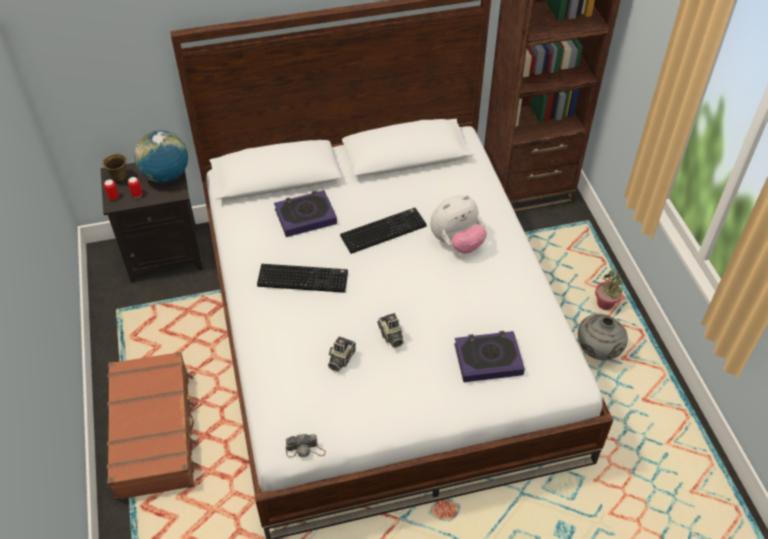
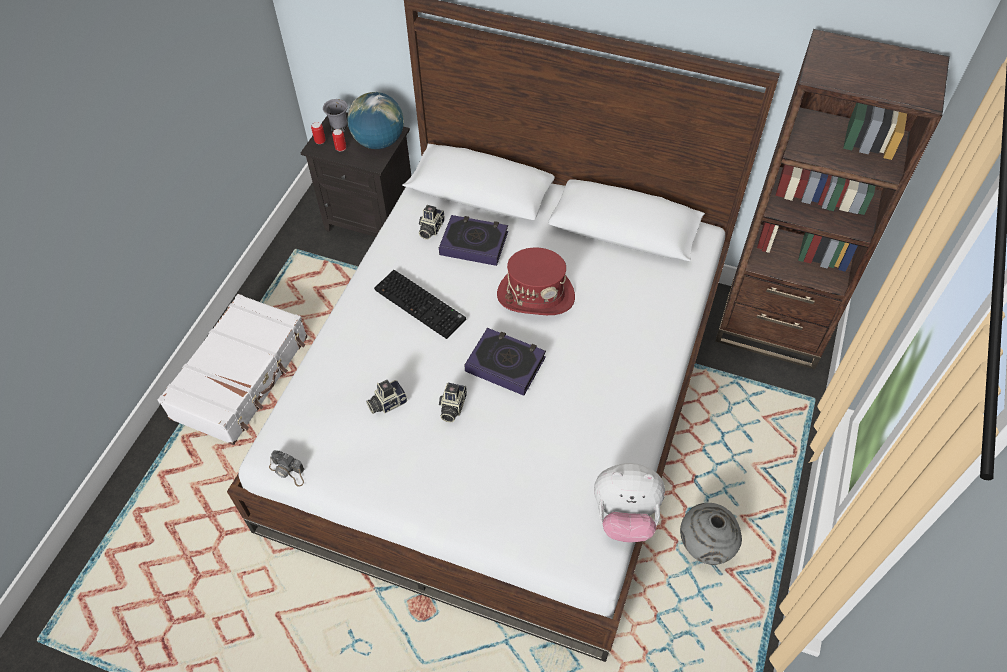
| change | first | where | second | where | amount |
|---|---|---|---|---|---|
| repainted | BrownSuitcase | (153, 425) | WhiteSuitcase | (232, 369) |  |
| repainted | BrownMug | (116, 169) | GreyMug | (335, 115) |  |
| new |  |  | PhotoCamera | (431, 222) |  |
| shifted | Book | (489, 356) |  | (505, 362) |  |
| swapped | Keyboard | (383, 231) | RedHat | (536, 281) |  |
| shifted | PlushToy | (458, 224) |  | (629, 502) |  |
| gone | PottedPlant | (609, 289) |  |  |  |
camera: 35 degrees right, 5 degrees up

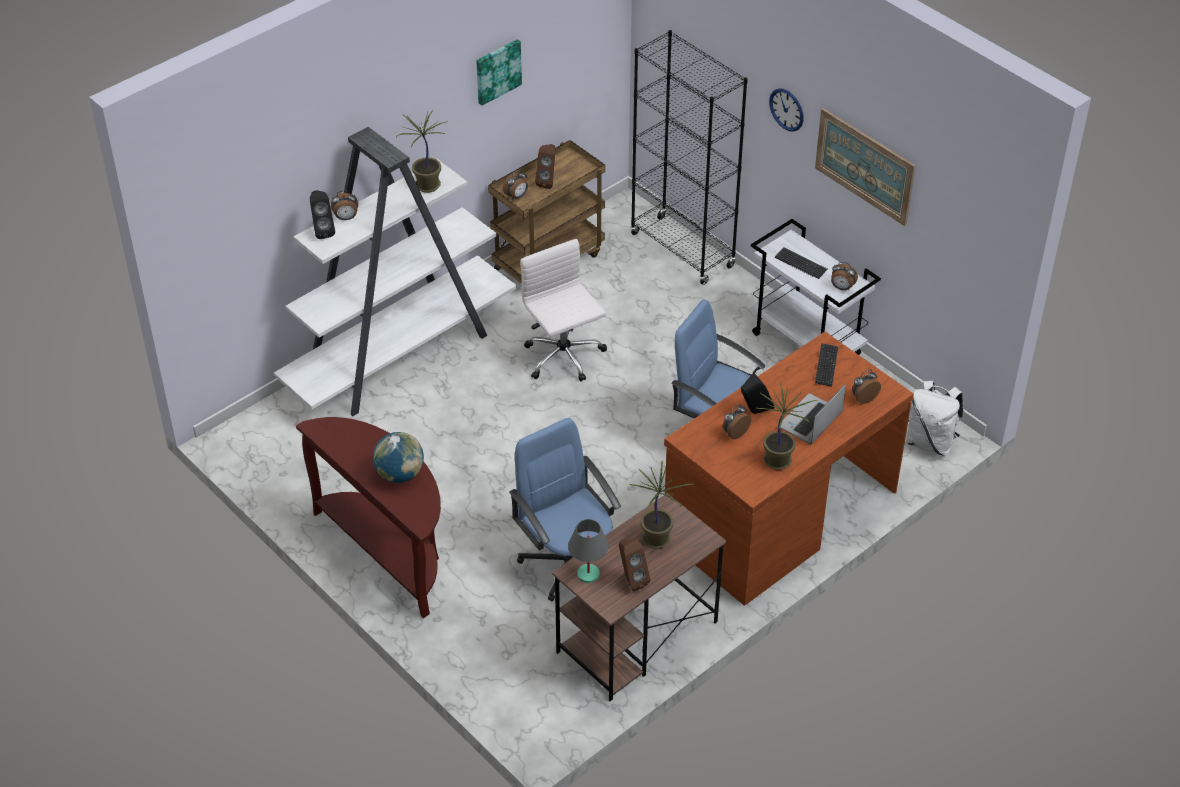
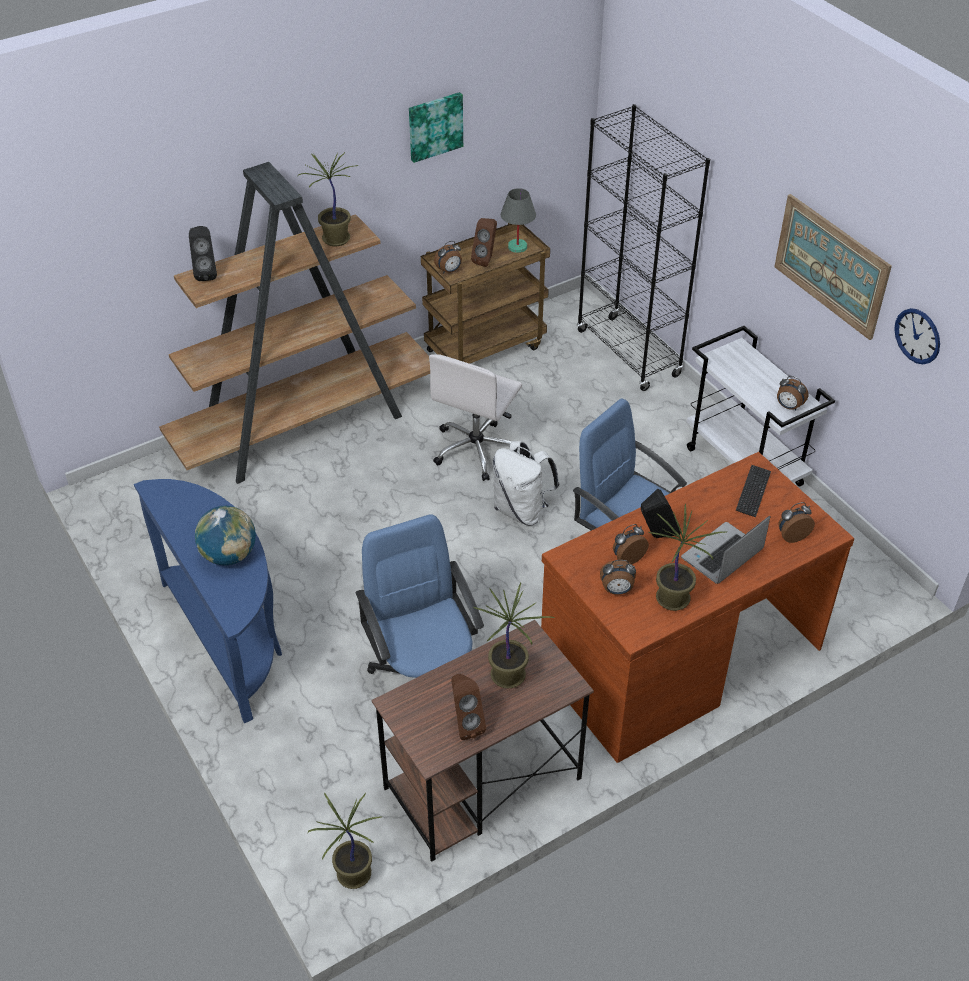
| change | first | where | second | where | amount |
|---|---|---|---|---|---|
| repainted | BrownConsoleTable | (368, 517) | BlueConsoleTable | (208, 601) |  |
| repainted | WhiteBookcase | (395, 271) | BrownBookcase | (294, 323) |  |
| new |  |  | PottedPlant | (345, 840) |  |
| rotated | WhiteOfficeChair | (563, 310) |  | (475, 417) | 135 degrees counterclockwise |
| shifted | WhiteBackpack | (935, 418) |  | (526, 483) |  |
| shifted | GreyTableLamp | (588, 551) |  | (518, 220) |  |
| shifted | AlarmClock | (344, 205) |  | (618, 577) |  |
| shifted | WallClock | (786, 110) |  | (917, 336) |  |
| gone | Keyboard | (801, 263) |  |  |  |
camera: 10 degrees right, 0 degrees up

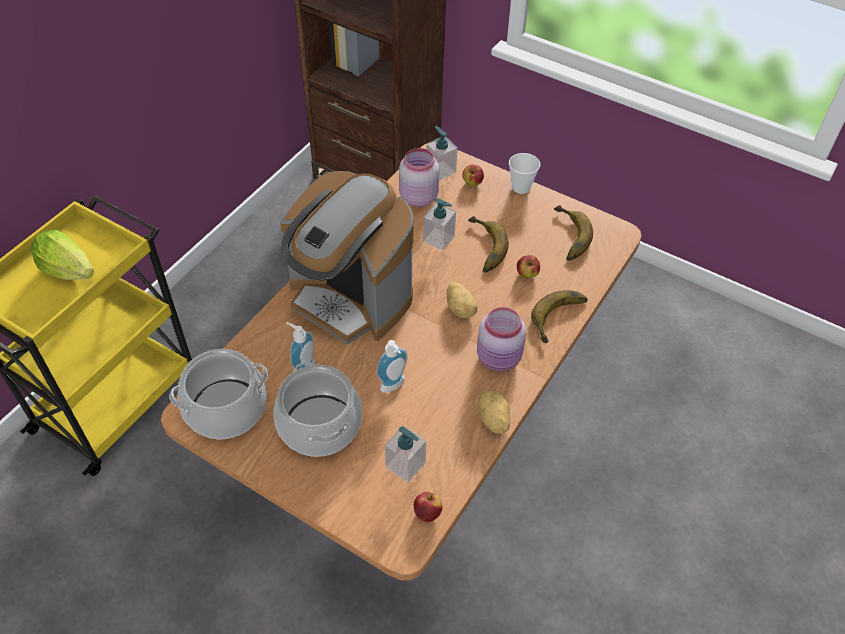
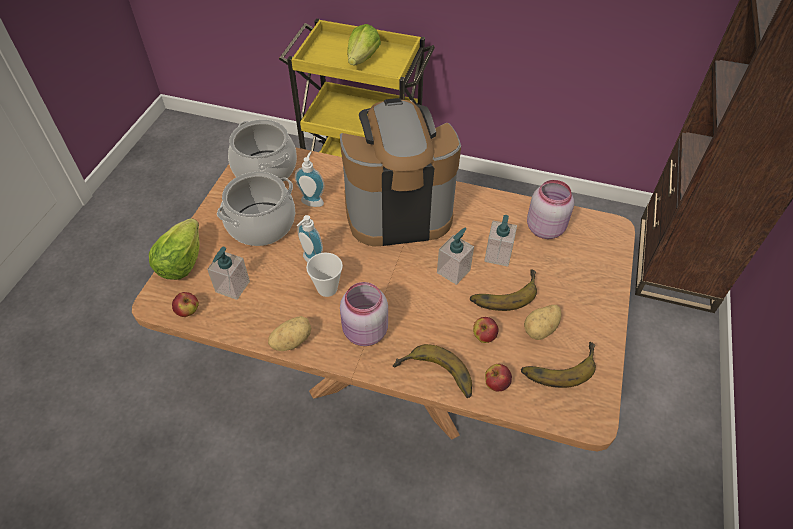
| change | first | where | second | where | amount |
|---|---|---|---|---|---|
| new |  |  | Lettuce | (174, 249) |  |
| shifted | Cup | (524, 173) |  | (324, 275) |  |
| rotated | CoffeeMachine | (347, 257) |  | (400, 172) | 60 degrees clockwise |
| shifted | SoapDispenser | (442, 153) |  | (455, 256) |  |
| shifted | Apple | (473, 175) |  | (498, 377) |  |
| shifted | Potato | (462, 300) |  | (542, 322) |  |
camera: 75 degrees right, 0 degrees up

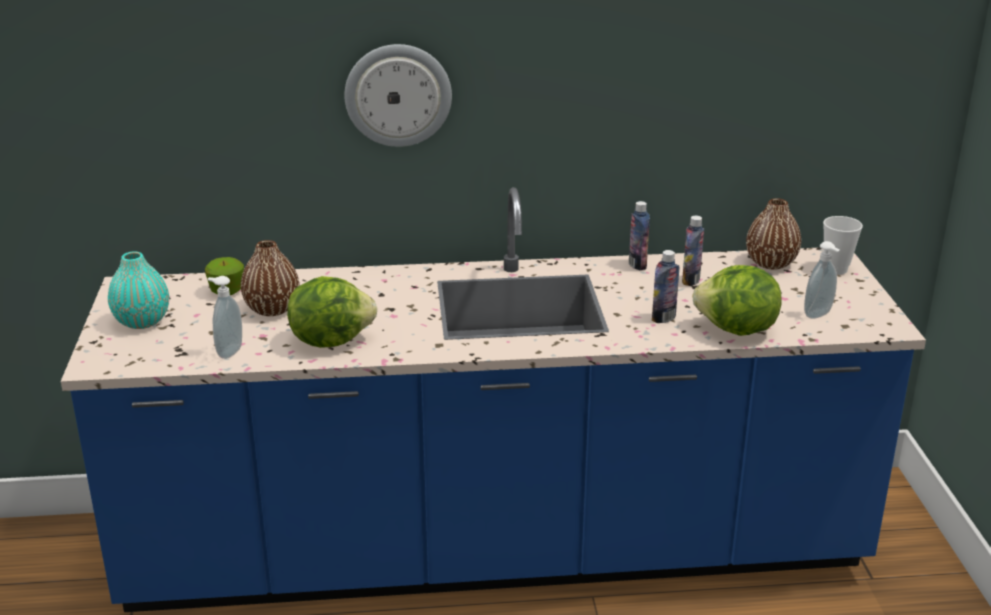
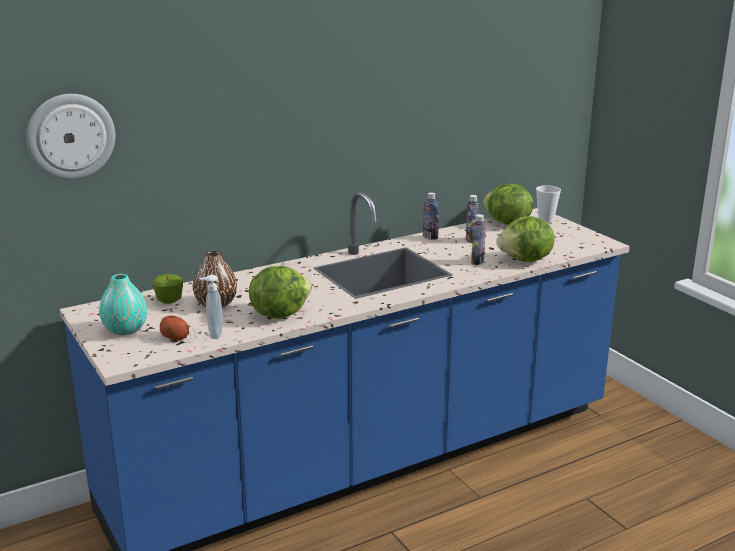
| change | first | where | second | where | amount |
|---|---|---|---|---|---|
| shifted | WallClock | (398, 95) |  | (70, 136) |  |
| new |  |  | Potato | (174, 328) |  |
| swapped | BrownVase | (773, 234) | Lettuce | (508, 204) |  |
| gone | SoapDispenser | (822, 280) |  |  |  |
camera: 25 degrees left, 5 degrees down

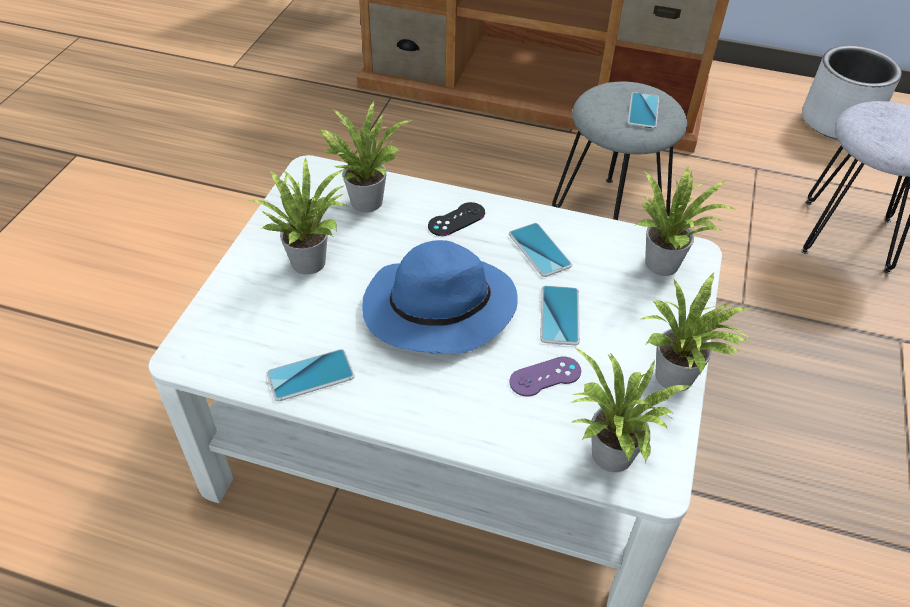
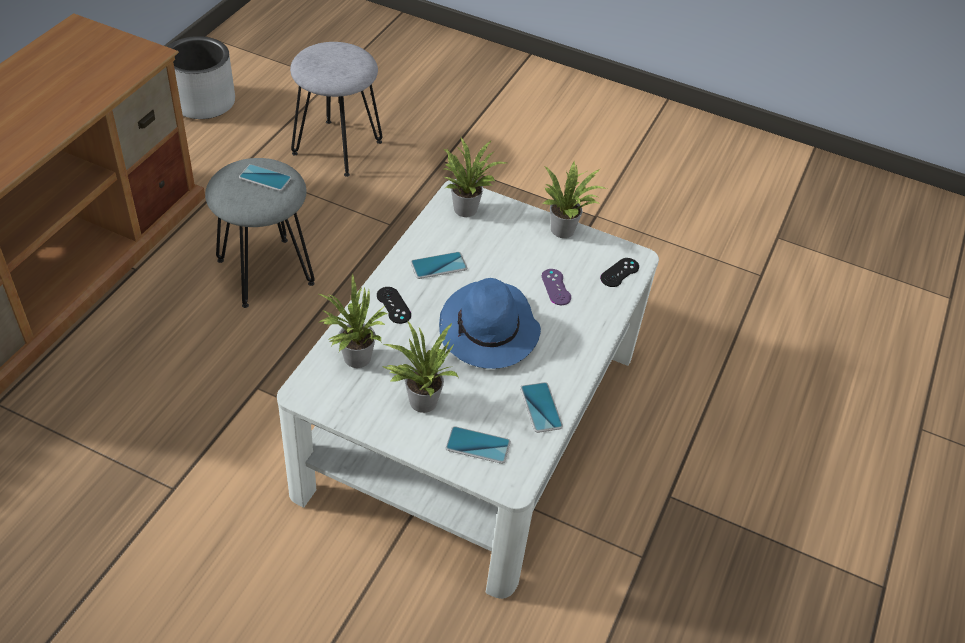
| change | first | where | second | where | amount |
|---|---|---|---|---|---|
| shifted | Phone | (560, 315) |  | (478, 445) |  |
| swapped | PottedPlant | (631, 409) | BlackGameController | (619, 272) |  |
camera: 85 degrees left, 0 degrees up

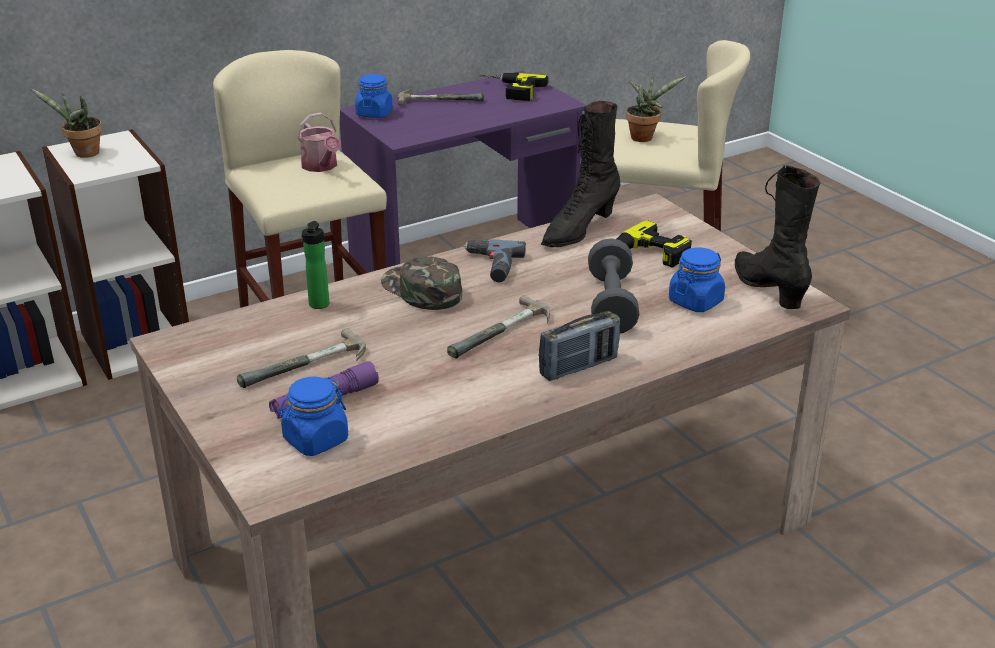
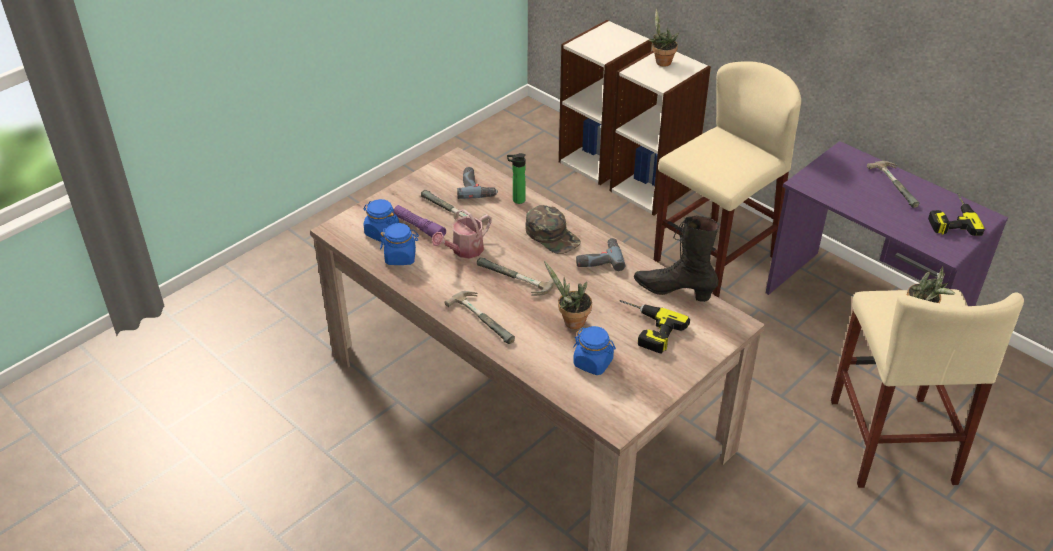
| change | first | where | second | where | amount |
|---|---|---|---|---|---|
| shifted | BlueJar | (374, 96) |  | (399, 244) |  |
| shifted | WateringCan | (319, 142) |  | (462, 234) |  |
| swapped | Radio | (579, 346) | Hammer | (479, 317) |  |
| new |  |  | PowerDrill | (477, 183) |  |
| rotated | GreenCap | (421, 283) |  | (553, 229) | 105 degrees clockwise |
| swapped | GreyDumbbell | (614, 286) | PottedPlant | (568, 295) |  |
| gone | BlackBoot | (777, 237) |  |  |  |
camera: 75 degrees right, 10 degrees up

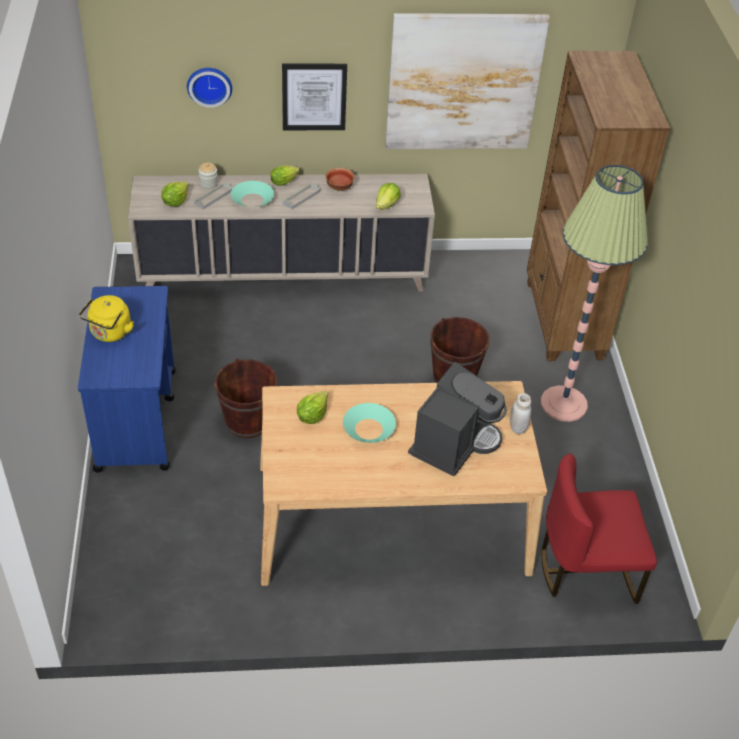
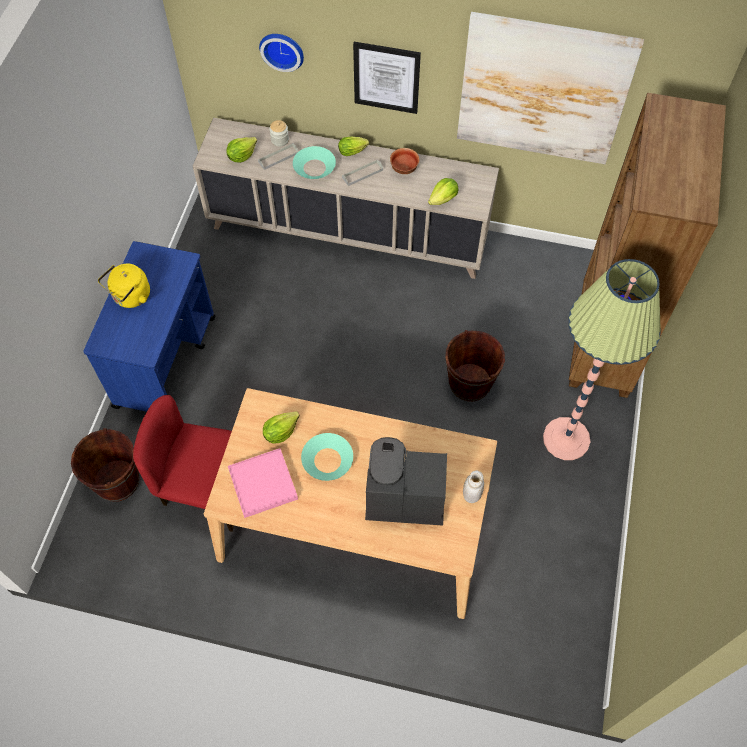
| change | first | where | second | where | amount |
|---|---|---|---|---|---|
| shifted | BrownBucket | (245, 398) |  | (105, 465) |  |
| shifted | RedChair | (599, 529) |  | (183, 463) |  |
| new |  |  | PinkTray | (263, 483) |  |
| rotated | CoffeeMachine | (457, 419) |  | (406, 481) | 135 degrees counterclockwise |
camera: 20 degrees right, 15 degrees up

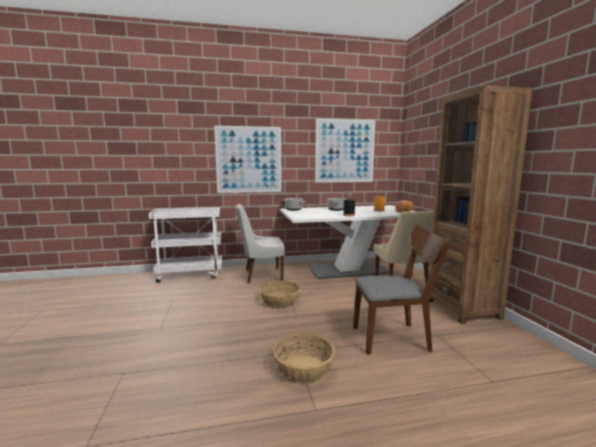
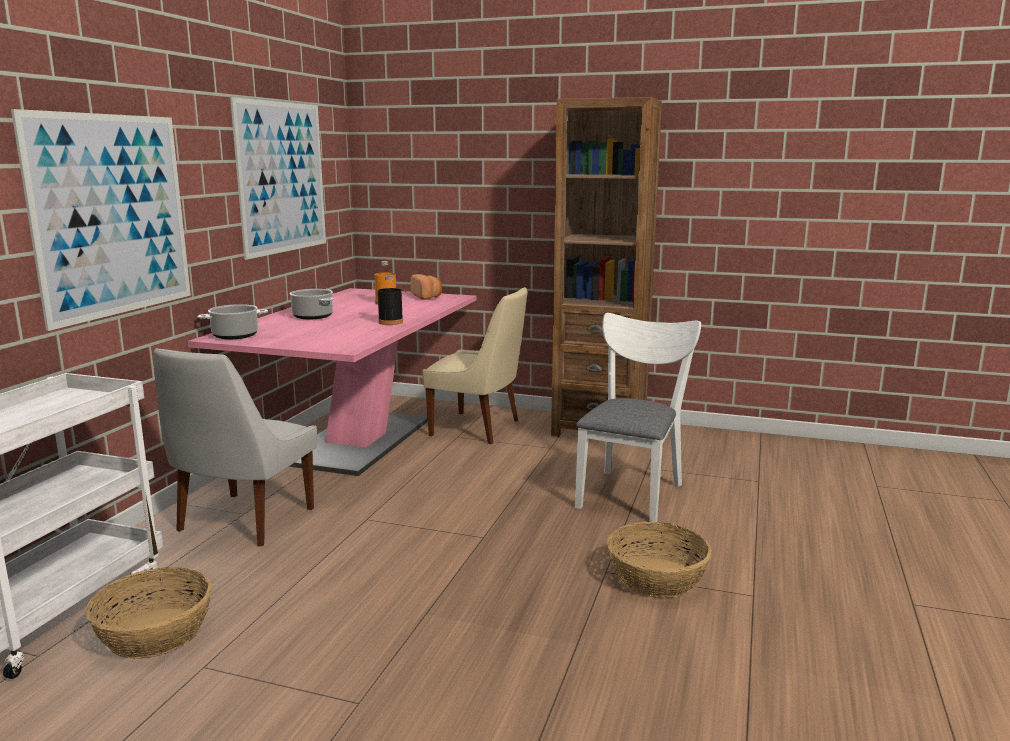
| change | first | where | second | where | amount |
|---|---|---|---|---|---|
| shifted | Basket | (280, 295) |  | (149, 613) |  |
| repainted | WhiteDiningTable | (348, 242) | PinkDiningTable | (332, 382) |  |
| repainted | BrownChair | (401, 290) | WhiteChair | (638, 417) |  |
camera: 60 degrees left, 5 degrees up

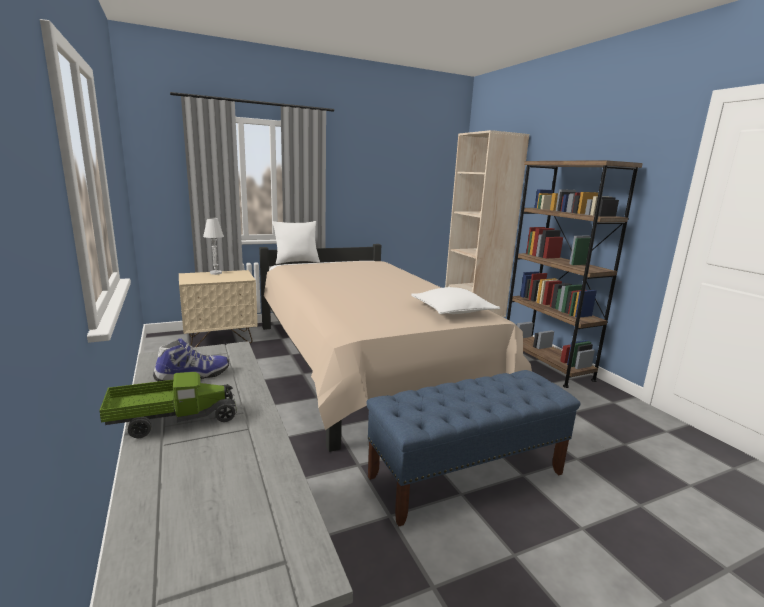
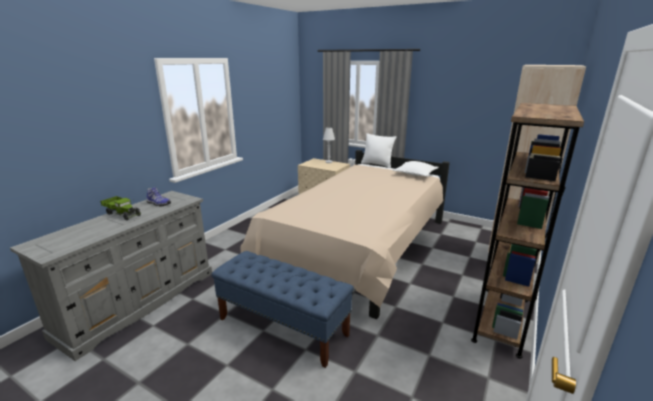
| change | first | where | second | where | amount |
|---|---|---|---|---|---|
| shifted | WhitePillow | (455, 300) |  | (416, 169) |  |
camera: 55 degrees right, 5 degrees up

